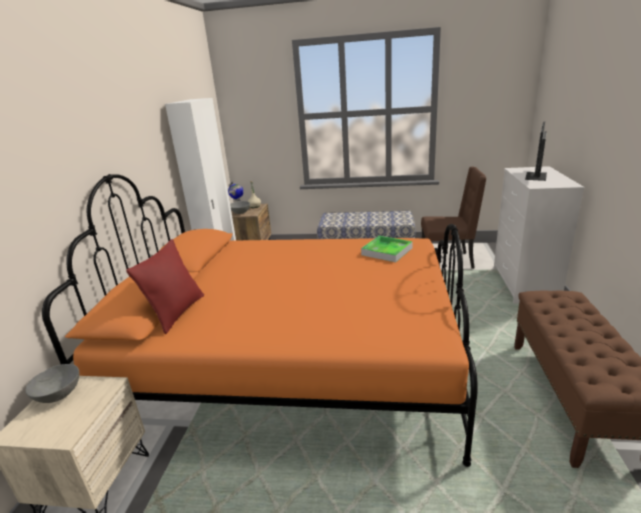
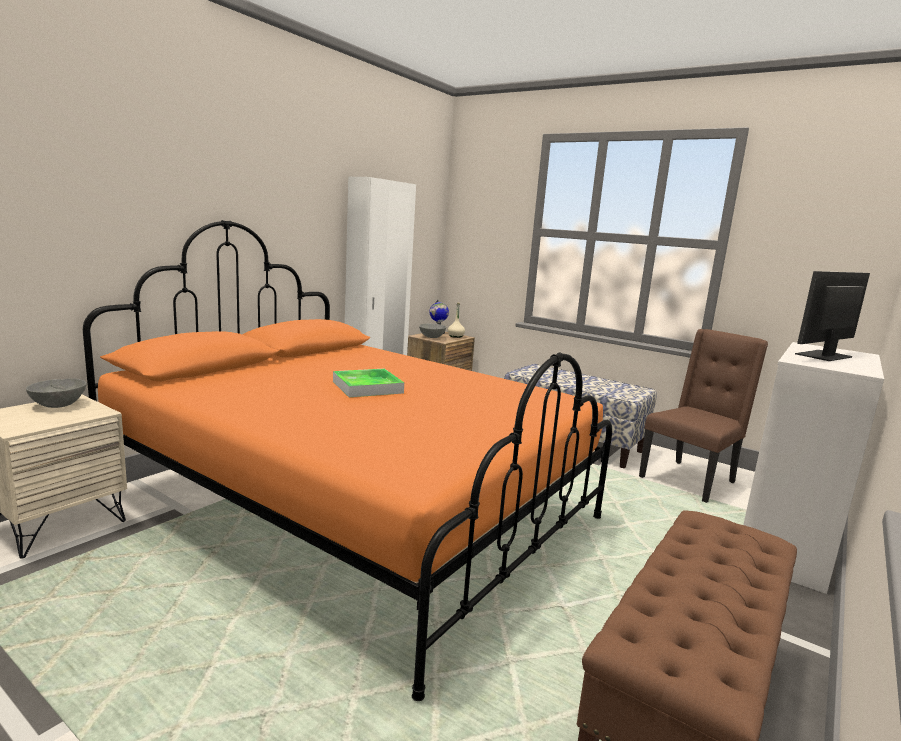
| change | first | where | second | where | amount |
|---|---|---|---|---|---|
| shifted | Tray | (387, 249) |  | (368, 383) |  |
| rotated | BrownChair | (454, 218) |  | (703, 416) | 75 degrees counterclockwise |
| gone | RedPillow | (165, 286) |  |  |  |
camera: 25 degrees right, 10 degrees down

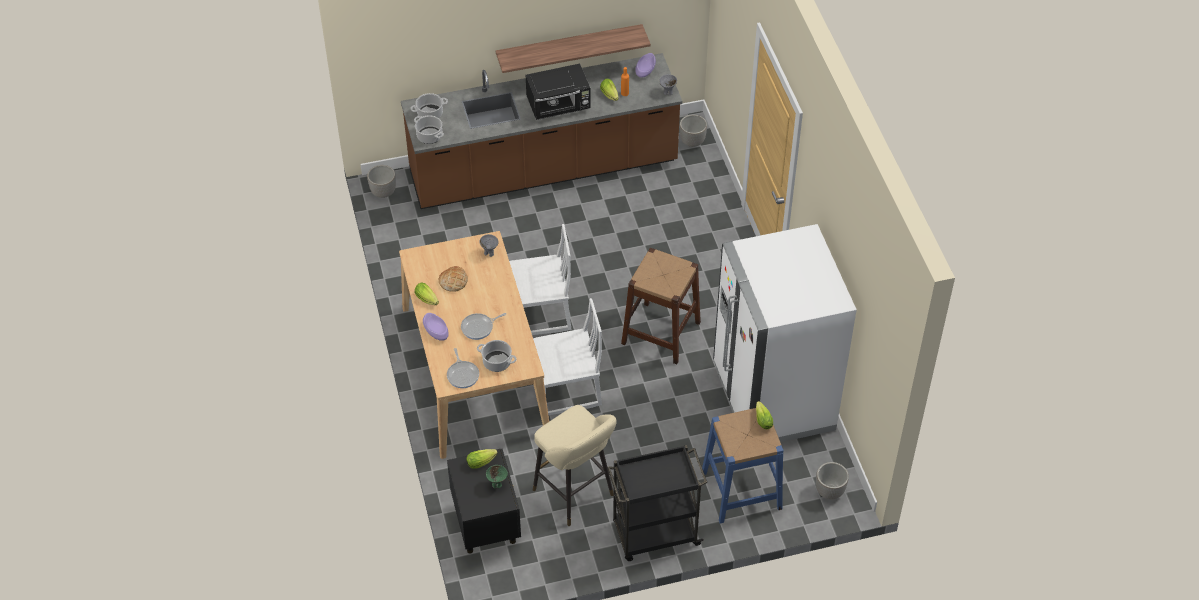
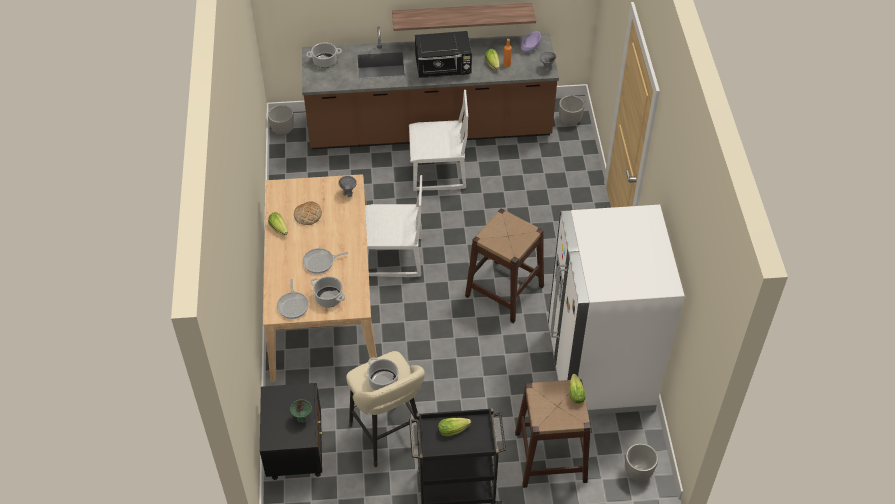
| change | first | where | second | where | amount |
|---|---|---|---|---|---|
| shifted | CookingPot | (429, 129) |  | (383, 373) |  |
| shifted | WhiteChair | (567, 356) |  | (438, 140) |  |
| shifted | Lettuce | (482, 459) |  | (454, 427) |  |
| repainted | BlueStool | (743, 465) | BrownStool | (553, 433) |  |
| gone | PurpleBowl | (436, 327) |  |  |  |
camera: 10 degrees right, 0 degrees up

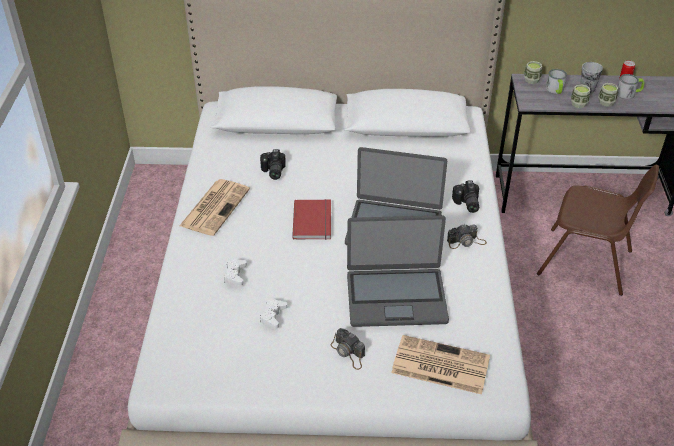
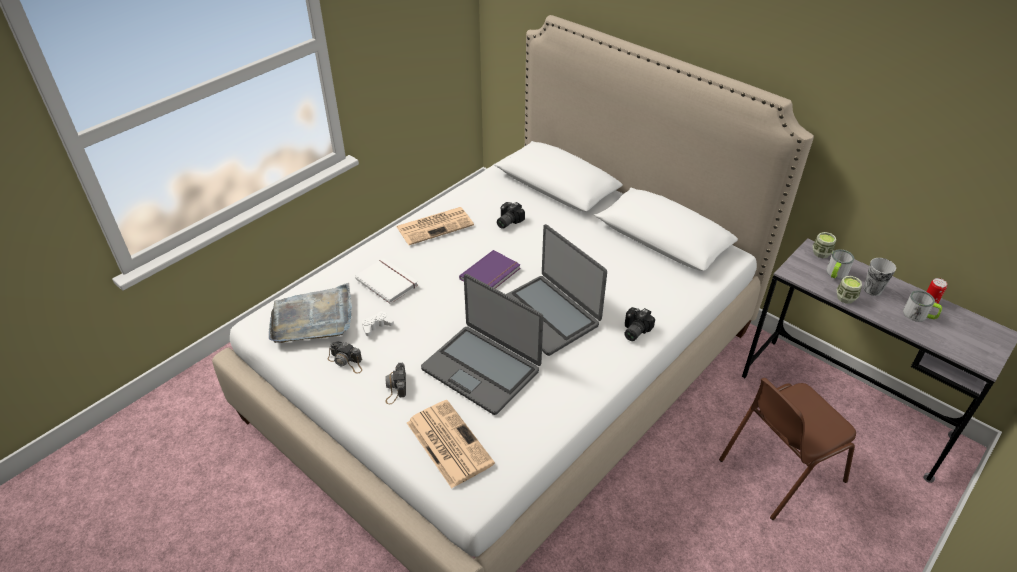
| change | first | where | second | where | amount |
|---|---|---|---|---|---|
| new |  |  | GreyTray | (310, 313) |  |
| shifted | PhotoCamera | (467, 236) |  | (345, 357) |  |
| swapped | WhiteGameController | (235, 272) | WhiteBook | (386, 281) |  |
| repainted | RedBook | (311, 219) | PurpleBook | (490, 269) |  |
| rotated | BrownChair | (598, 230) |  | (787, 449) | 90 degrees clockwise |
| gone | Cup | (608, 95) |  |  |  |
camera: 40 degrees right, 0 degrees up

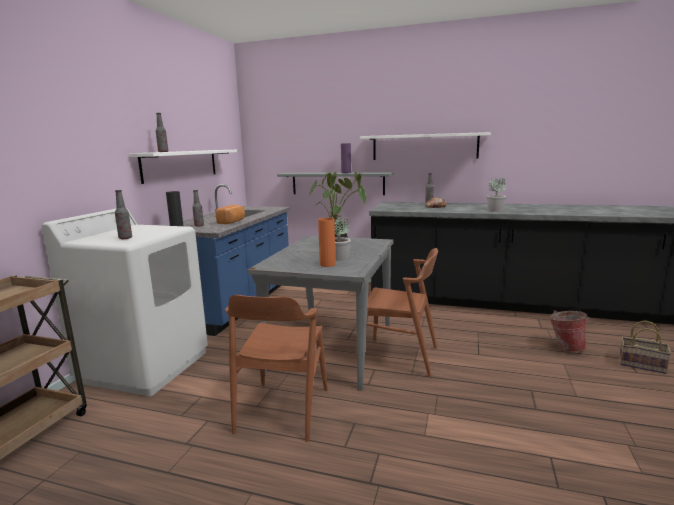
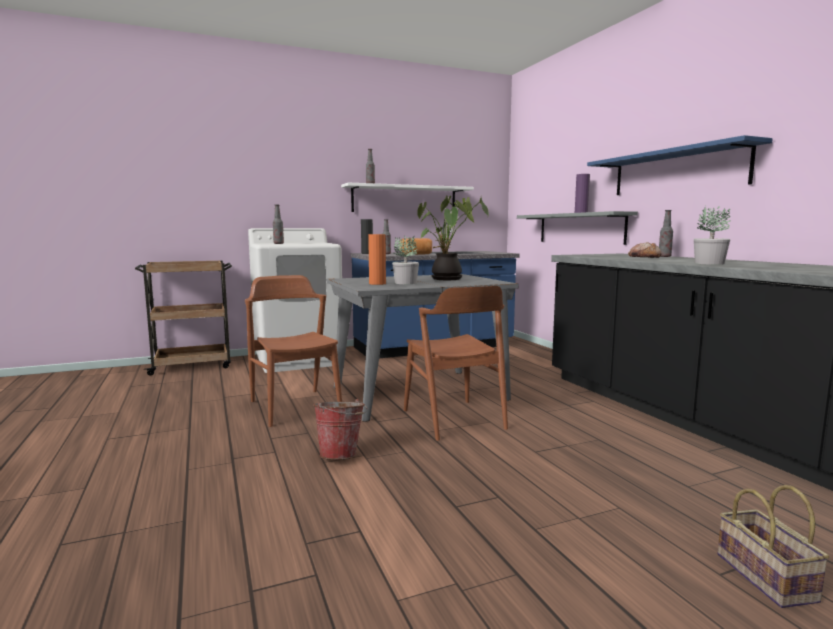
| change | first | where | second | where | amount |
|---|---|---|---|---|---|
| rotated | BrownChair | (276, 368) |  | (293, 351) | 90 degrees clockwise |
| shifted | Bucket | (569, 331) |  | (340, 429) |  |
| repainted | WhiteShelf | (425, 146) | BlueShelf | (680, 165) |  |
camera: 50 degrees right, 5 degrees down

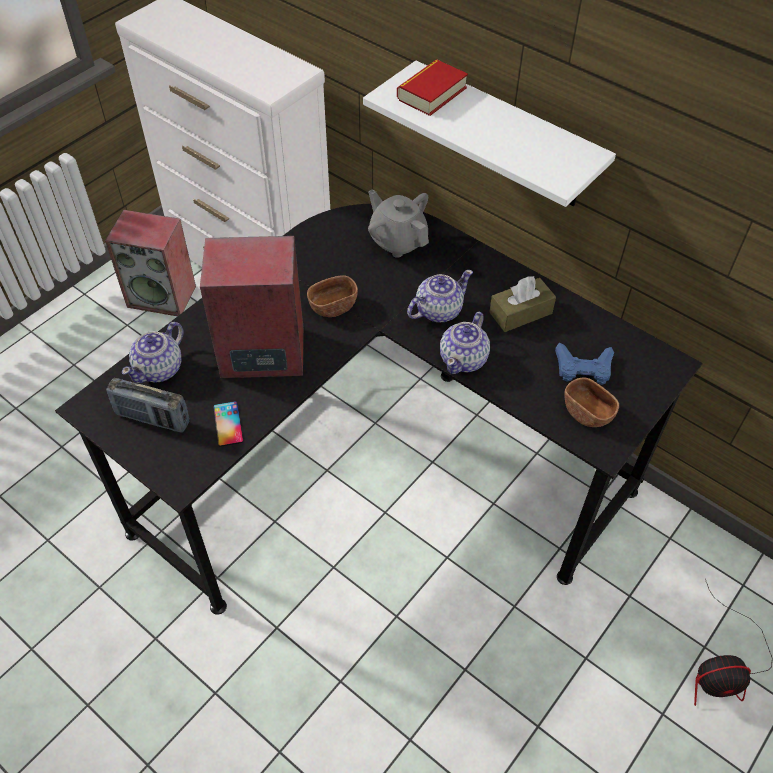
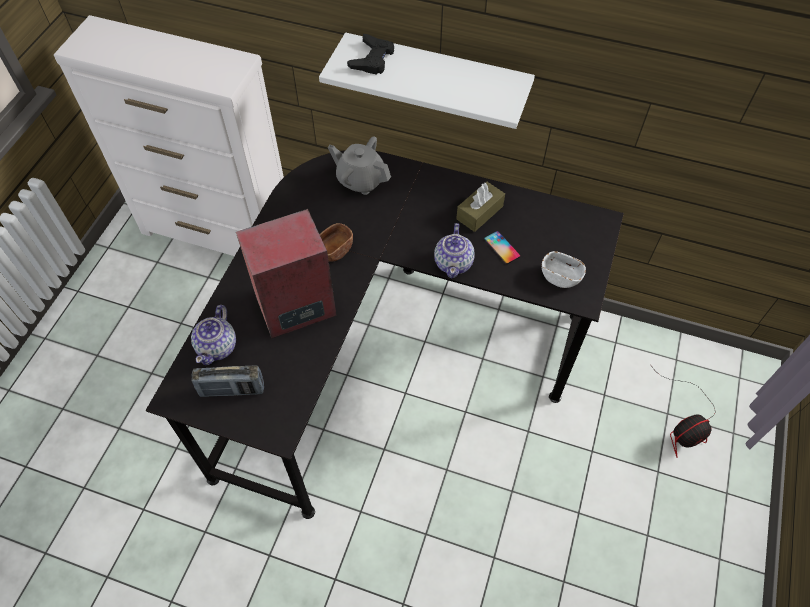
| change | first | where | second | where | amount |
|---|---|---|---|---|---|
| swapped | Book | (432, 87) | BlackGameController | (370, 54) |  |
| shifted | Phone | (228, 424) |  | (502, 247) |  |
| repainted | BrownBowl | (591, 402) | WhiteBowl | (563, 269) |  |
| gone | Speaker | (150, 263) |  |  |  |
| gone | Teapot | (440, 296) |  |  |  |
| gone | BlueGameController | (584, 363) |  |  |  |
camera: 20 degrees left, 5 degrees up

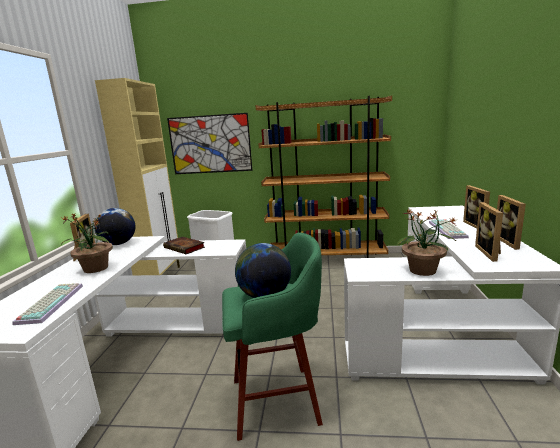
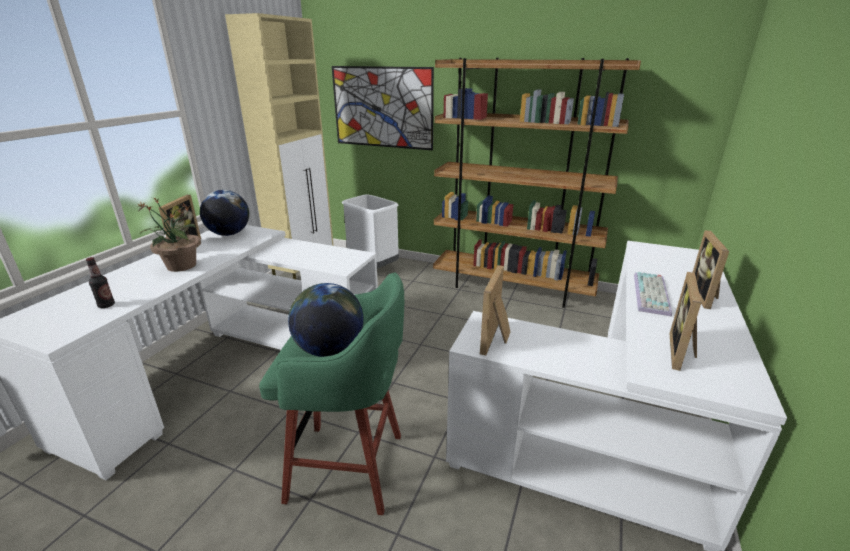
| change | first | where | second | where | amount |
|---|---|---|---|---|---|
| swapped | Keyboard | (47, 304) | Bottle | (100, 282) |  |
| shifted | PictureFrame | (511, 222) |  | (495, 310) |  |
| gone | Book | (184, 245) |  |  |  |
| gone | PottedPlant | (427, 242) |  |  |  |
camera: 15 degrees right, 10 degrees up

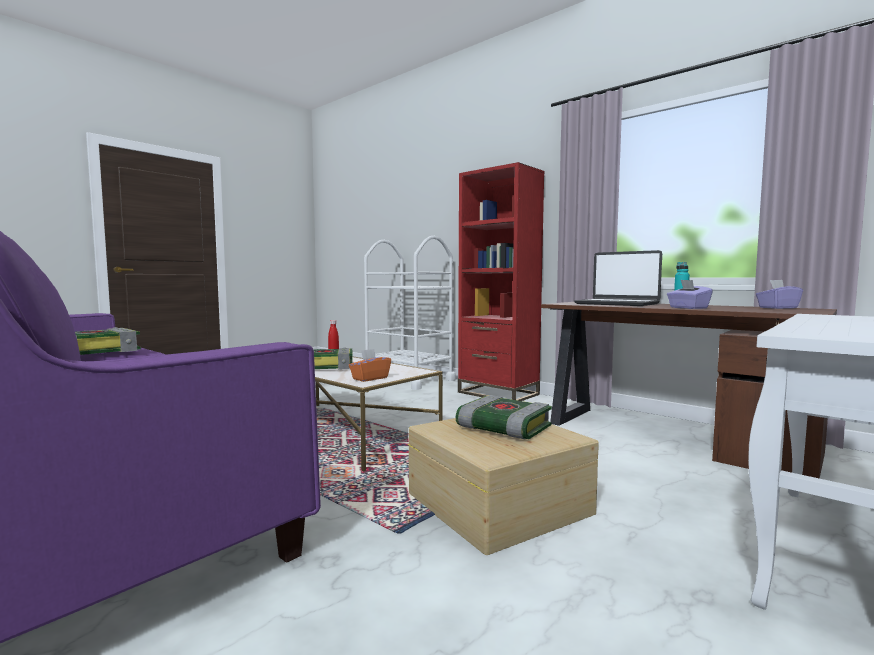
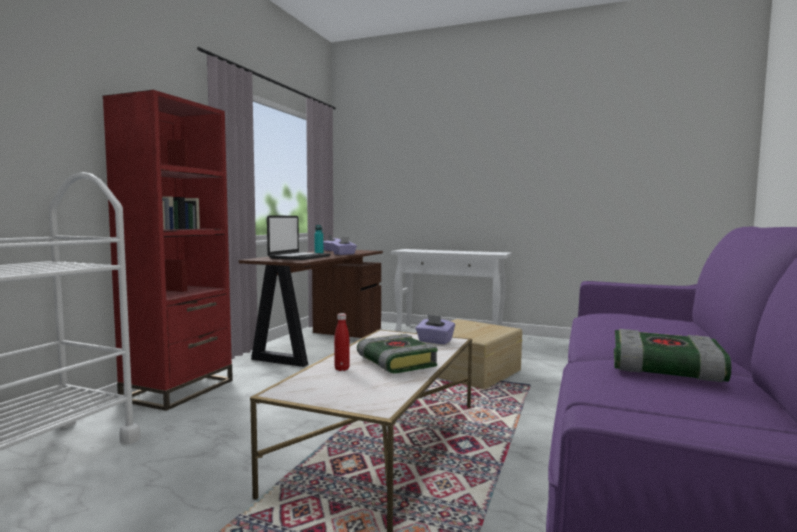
| change | first | where | second | where | amount |
|---|---|---|---|---|---|
| repainted | OrangeTissueBox | (370, 365) | PurpleTissueBox | (435, 329) |  |
| gone | Book | (504, 417) |  |  |  |
camera: 110 degrees left, 0 degrees up

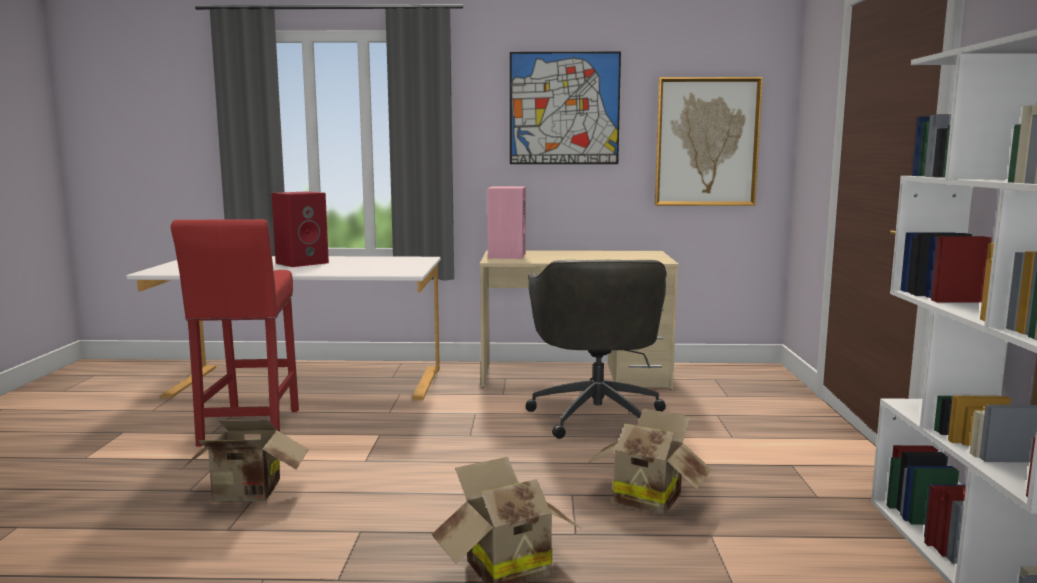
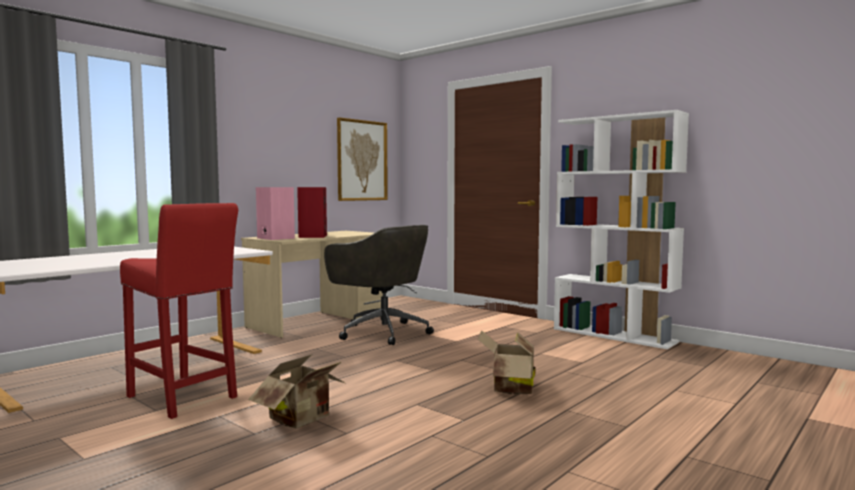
| change | first | where | second | where | amount |
|---|---|---|---|---|---|
| shifted | RedSpeaker | (300, 229) |  | (312, 212) |  |
| gone | Picture | (565, 108) |  |  |  |
| gone | CardboardBox | (648, 461) |  |  |  |
camera: 50 degrees left, 5 degrees down

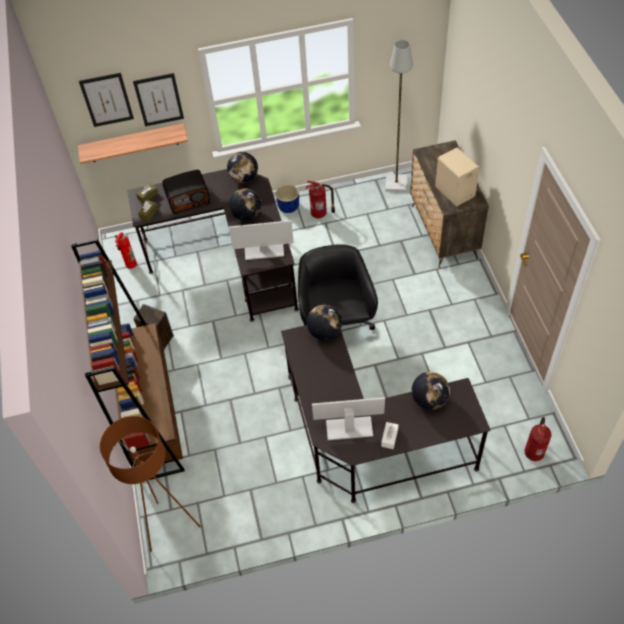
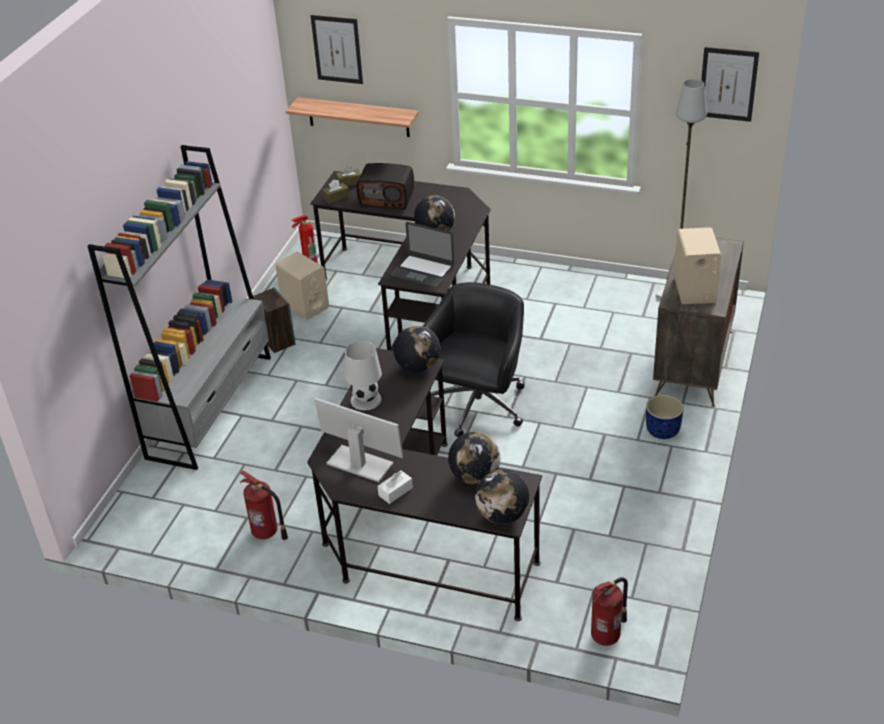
| change | first | where | second | where | amount |
|---|---|---|---|---|---|
| repainted | BrownBookcase | (128, 359) | GreyBookcase | (179, 307) |  |
| shifted | FireExtinguisher | (320, 199) |  | (264, 505) |  |
| new |  |  | BeigeSpeaker | (302, 286) |  |
| new |  |  | WhiteTableLamp | (363, 375) |  |
| swapped | Monitor | (261, 240) | Laptop | (422, 254) |  |
| shifted | Globe | (242, 167) |  | (502, 497) |  |
| shifted | BluePlanter | (287, 198) |  | (665, 417) |  |
| shifted | Picture | (158, 100) |  | (730, 84) |  |
| gone | BrownFloorLamp | (150, 484) |  |  |  |
camera: 30 degrees right, 15 degrees down

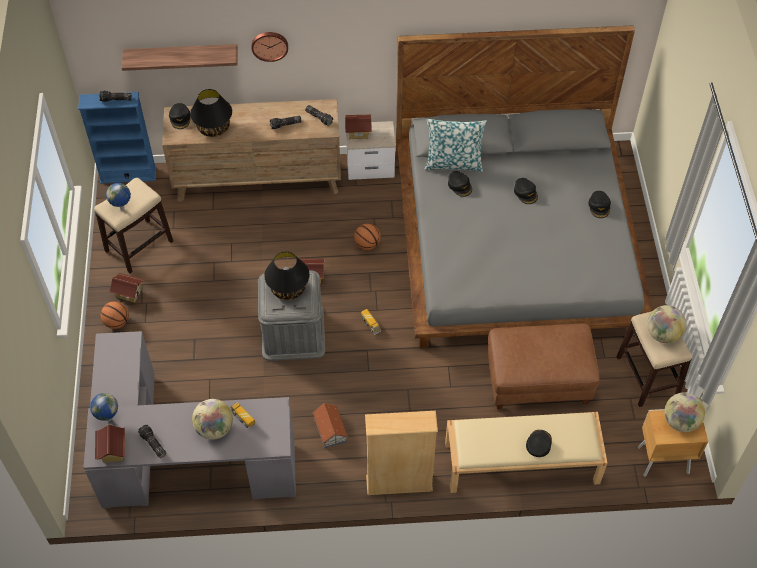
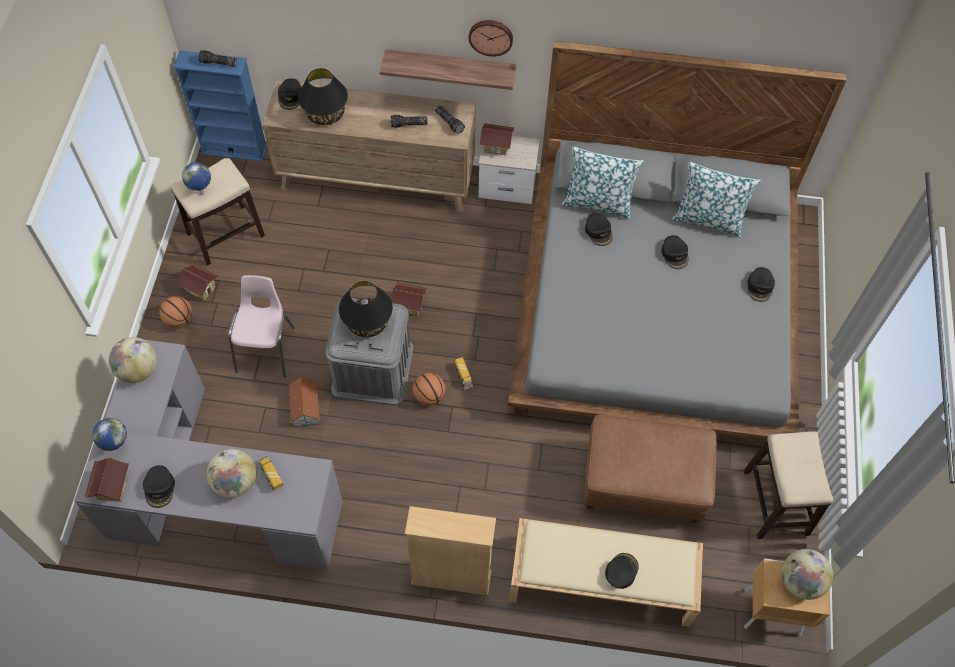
| change | first | where | second | where | amount |
|---|---|---|---|---|---|
| shifted | Globe | (666, 324) |  | (133, 360) |  |
| swapped | Flashlight | (152, 441) | BlackCap | (159, 486) |  |
| new |  |  | PinkChair | (261, 326) |  |
| shifted | ToyHouse | (330, 425) |  | (304, 402) |  |
| shifted | Shelf | (179, 57) |  | (448, 69) |  |
| shifted | Basketball | (367, 237) |  | (429, 389) |  |
| shifted | WallClock | (270, 47) |  | (491, 38) |  |
| new |  |  | Pillow | (716, 200) |  |
camera: 10 degrees right, 5 degrees up

